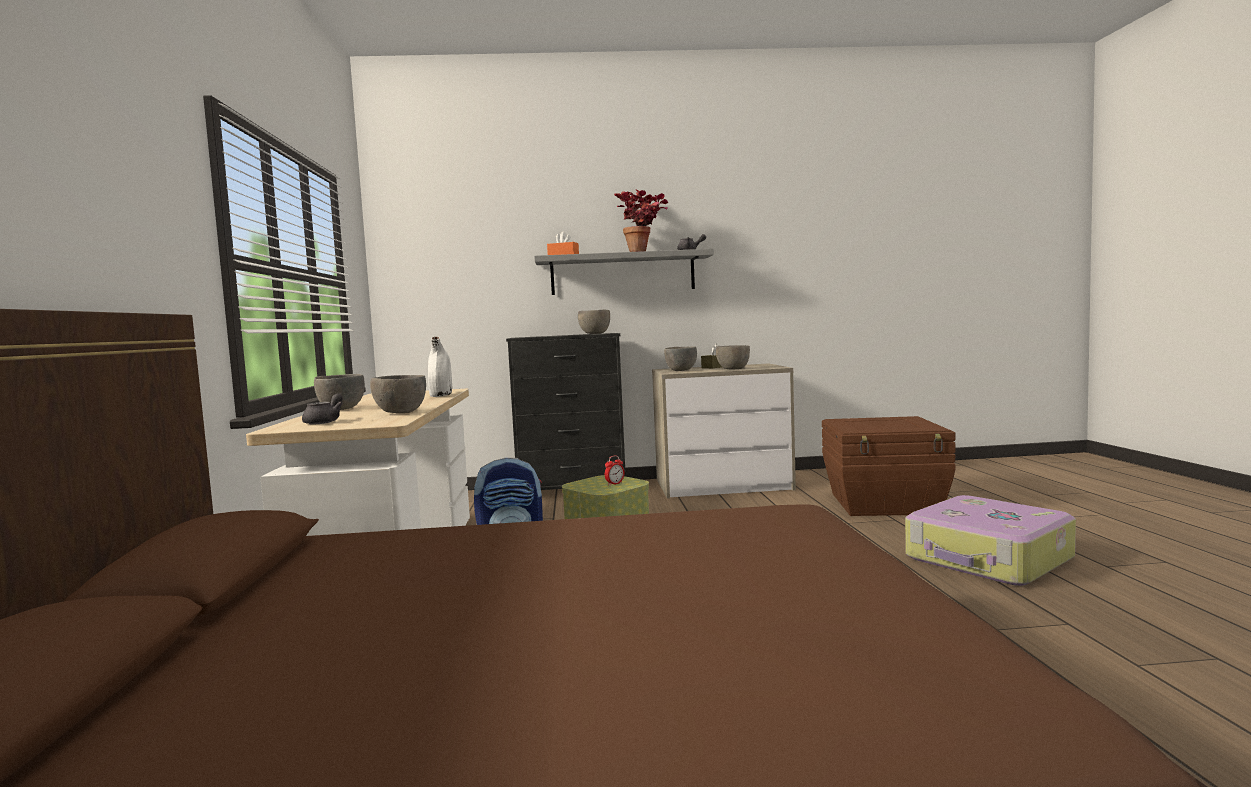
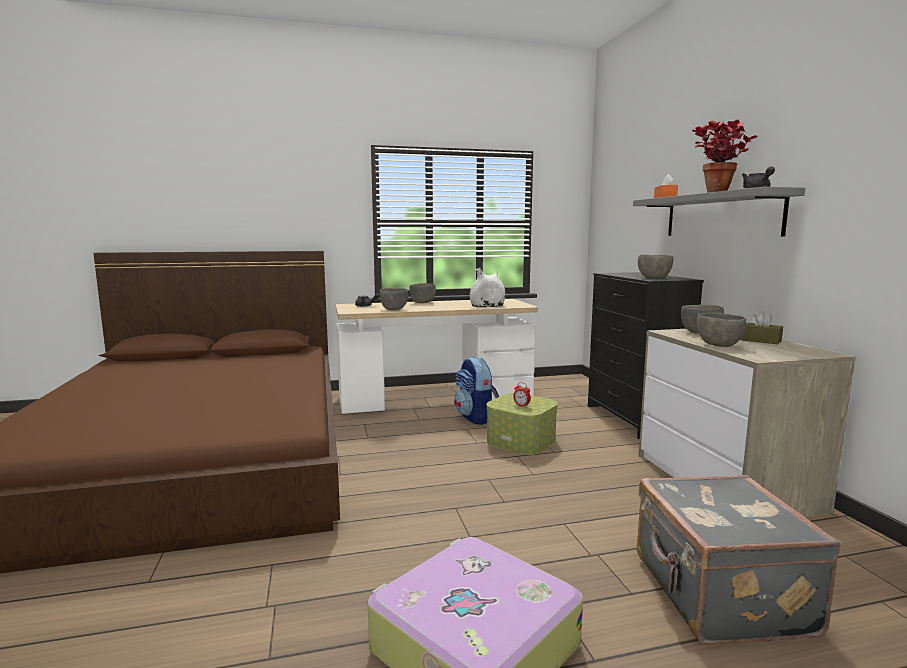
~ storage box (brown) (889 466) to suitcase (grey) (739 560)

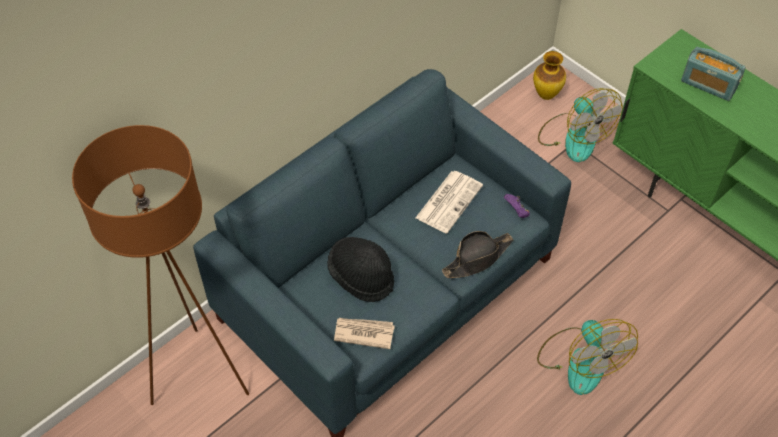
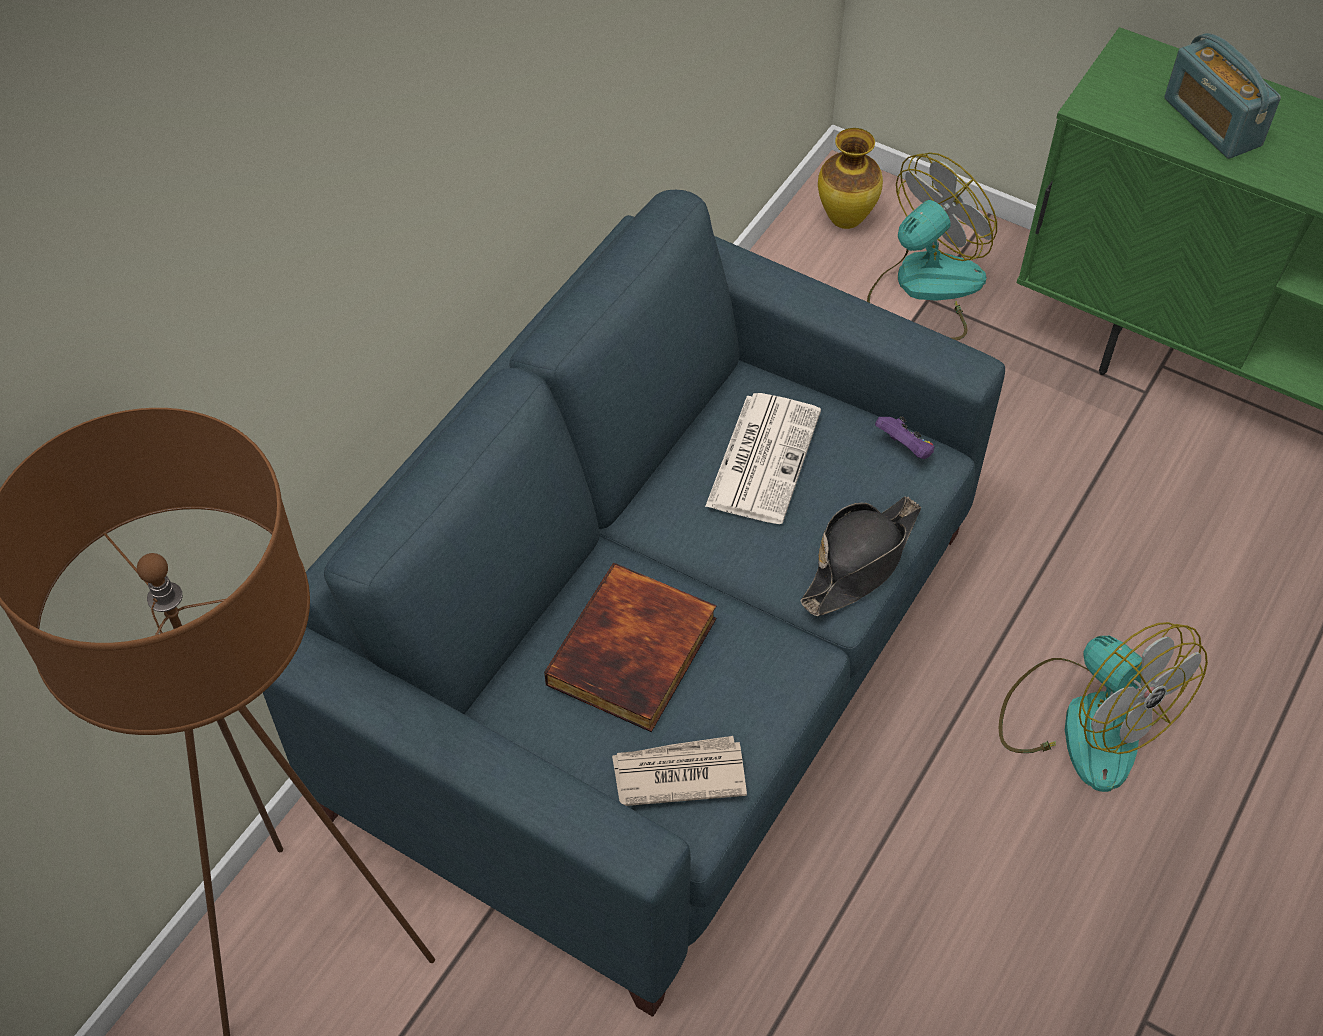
~ hat (black) (360 269) to book (630 647)
~ fan (580 125) = (932 246) 90 degrees counterclockwise
~ radio (713 74) = (1222 96) 45 degrees clockwise

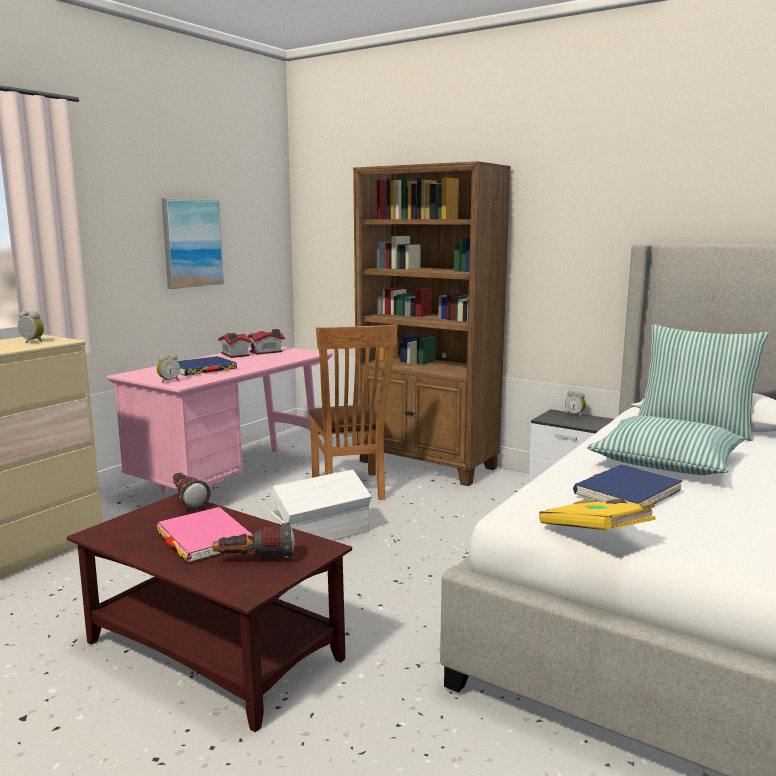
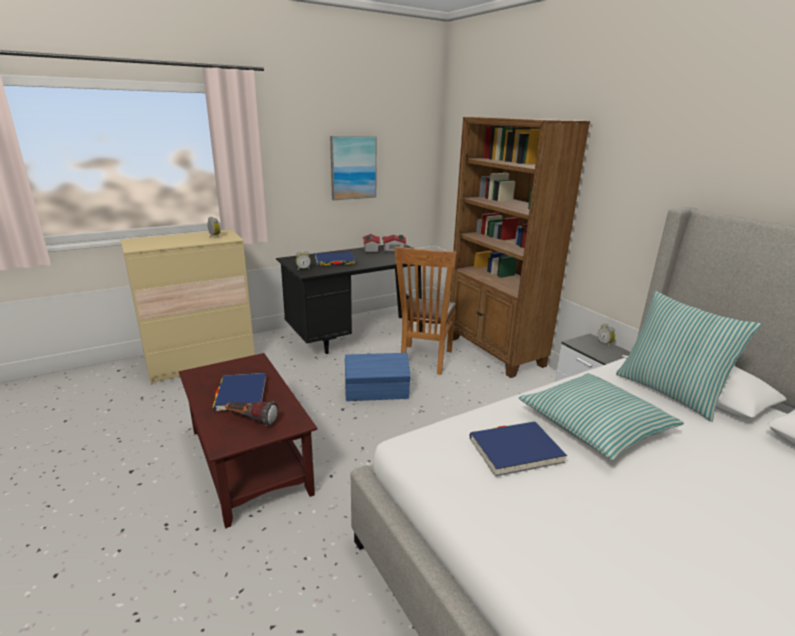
~ desk (pink) (219 424) to desk (black) (349 299)
~ book (pink) (205 534) to book (blue) (239 392)
- flashlight (192 491)
~ storage box (white) (320 505) to storage box (blue) (378 377)
- book (yellow) (597 514)

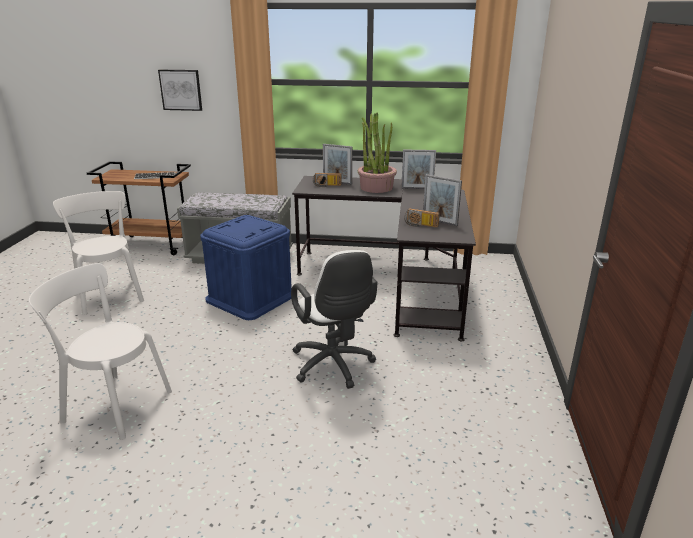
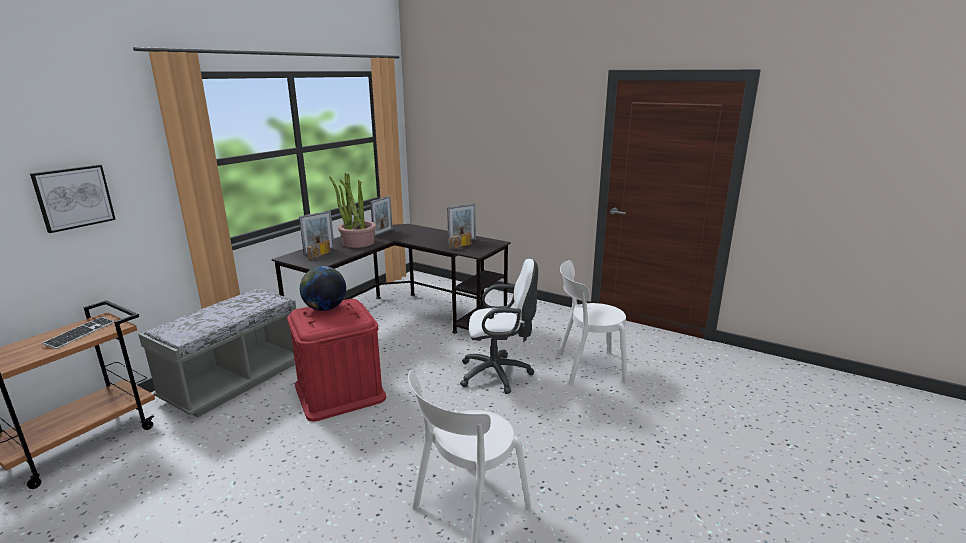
~ chair (white) (98 253) to (592 322)
~ storage box (blue) (246 267) to storage box (red) (336 360)
+ globe (323 288)

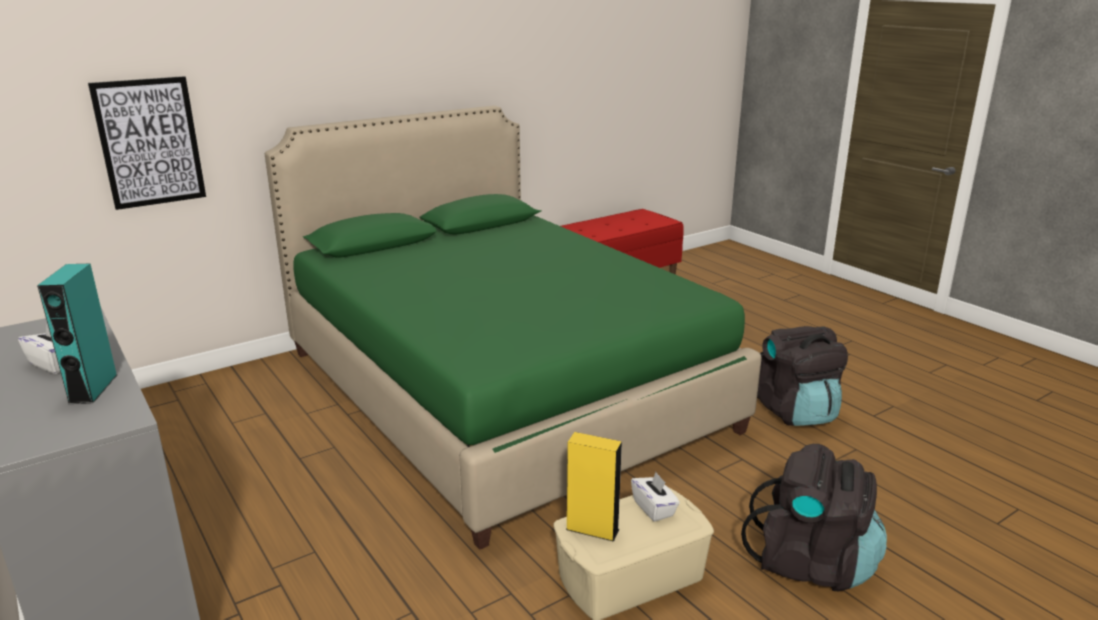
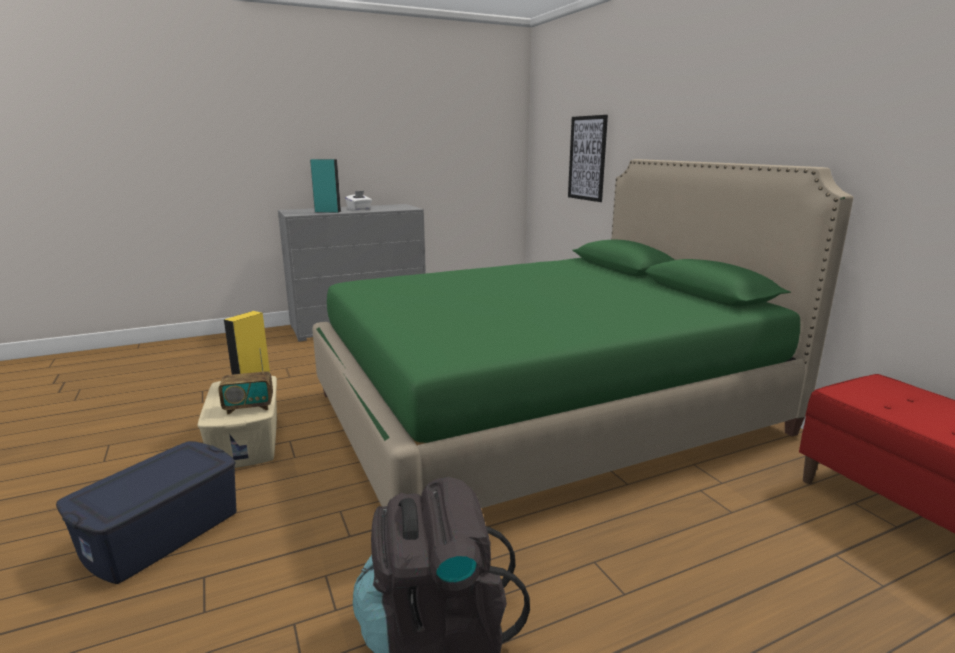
~ tissue box (white) (655 497) to radio (245 381)
~ backpack (black) (814 517) to storage box (blue) (146 512)

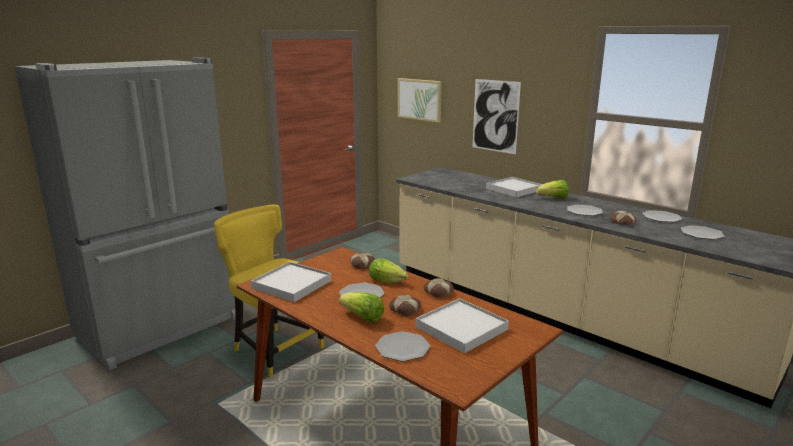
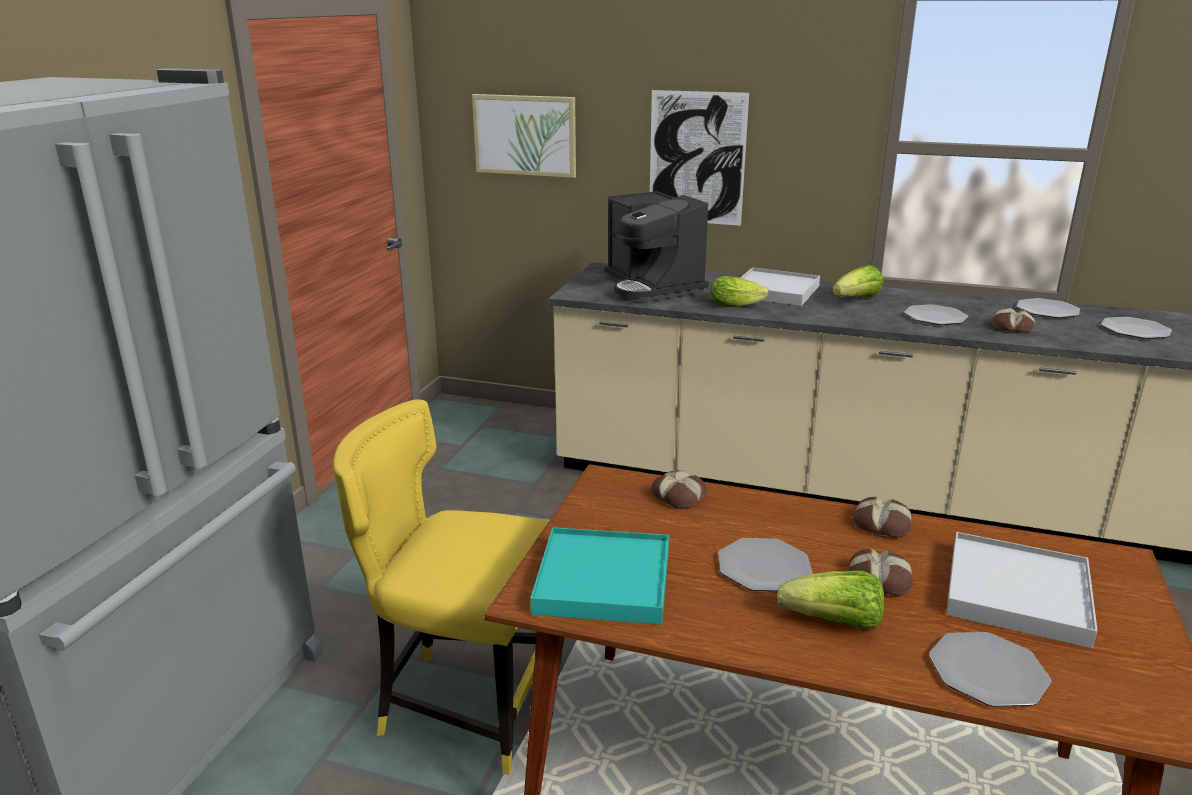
~ tray (white) (291 282) to tray (turquoise) (600 576)
~ lettuce (388 270) to (740 291)
+ coffee machine (656 246)

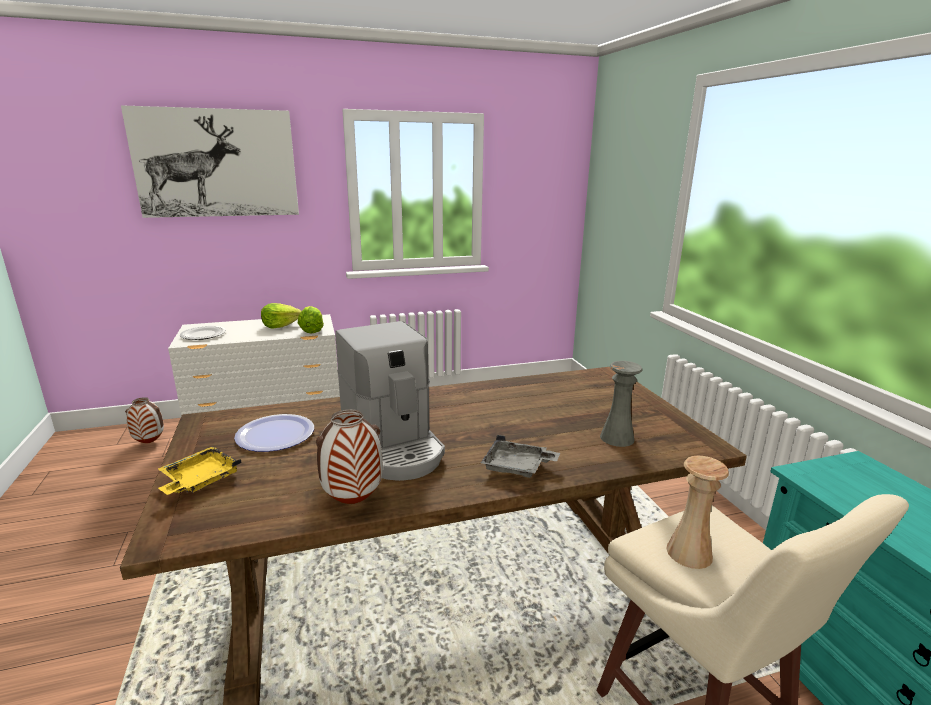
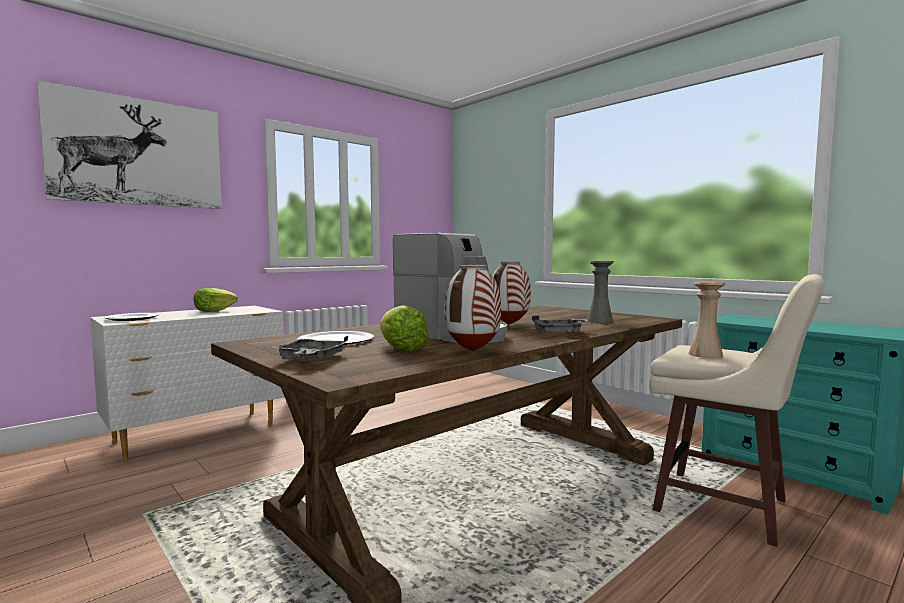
~ vase (144 420) to (512 293)
~ tray (yellow) (200 470) to tray (grey) (309 348)
~ lettuce (311 320) to (404 328)

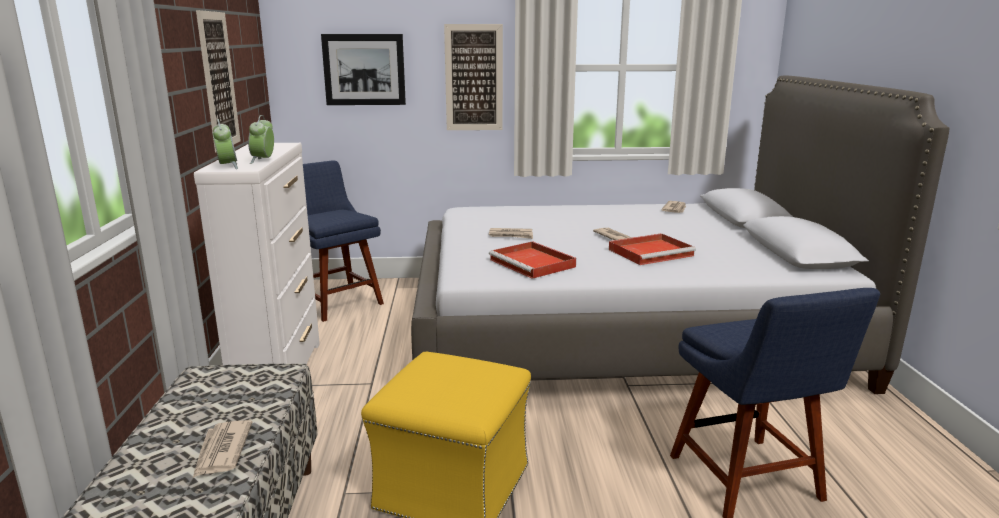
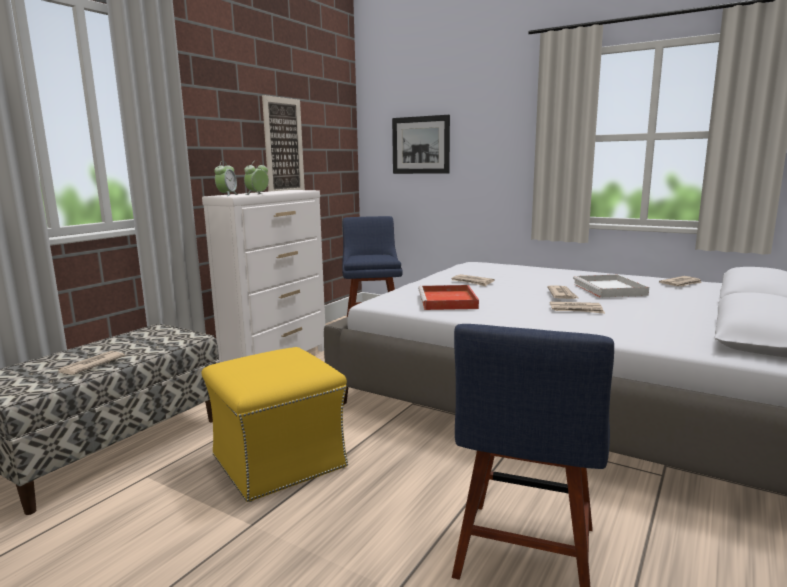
- picture (473 77)
~ tray (red) (652 249) to newspaper (577 308)
+ tray (white) (611 286)

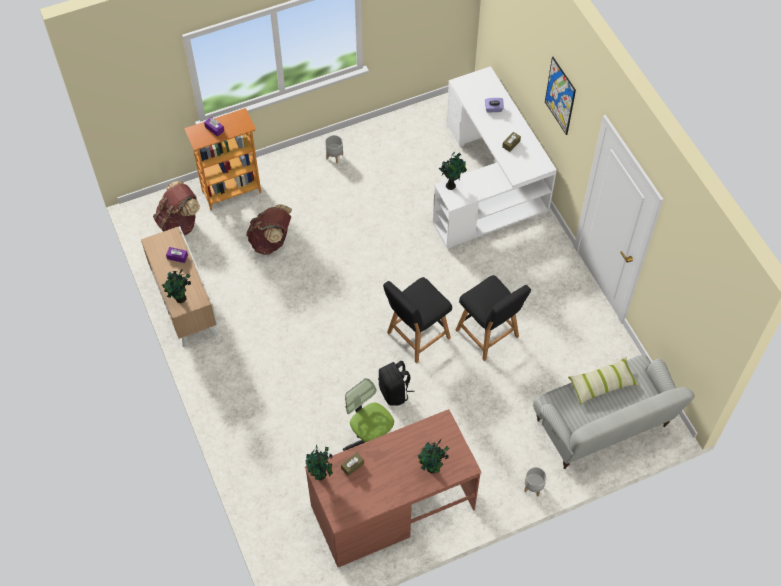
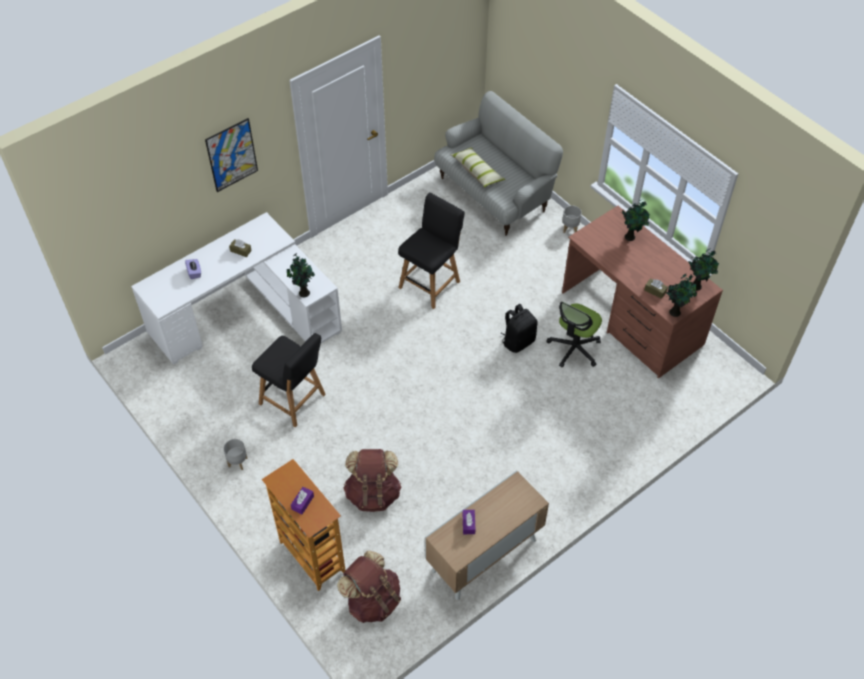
~ potted plant (176 286) to (703 269)
~ chair (black) (417 320) to (289 380)

